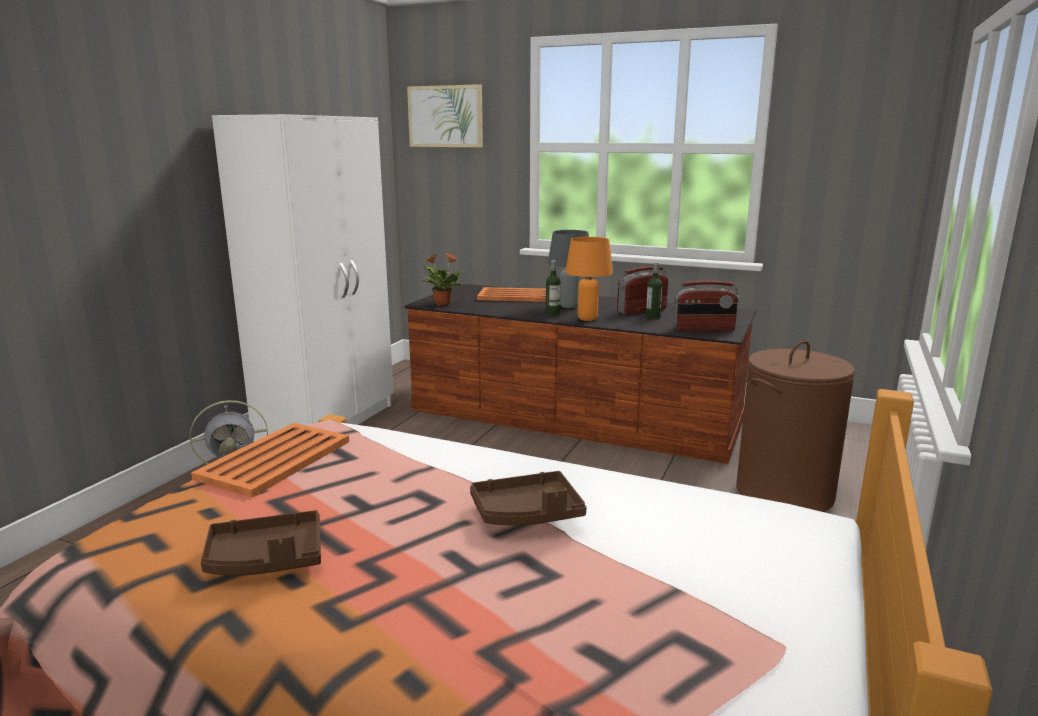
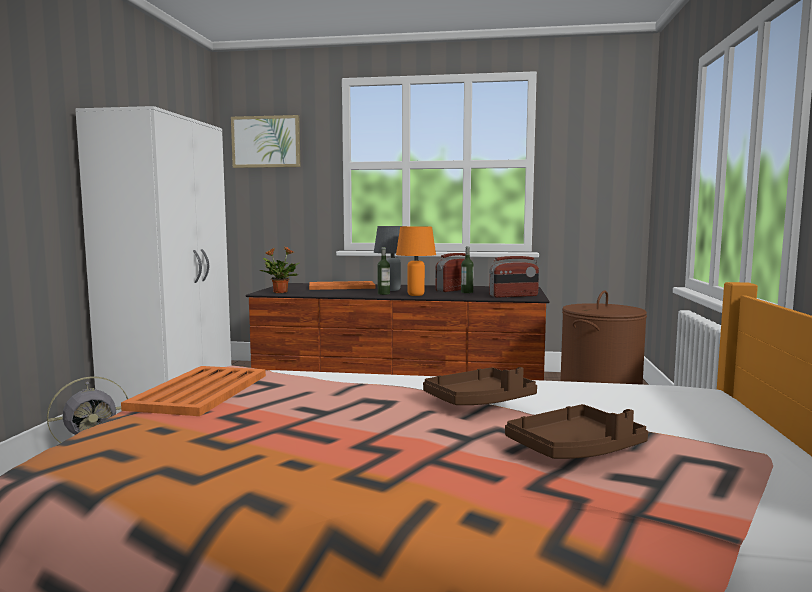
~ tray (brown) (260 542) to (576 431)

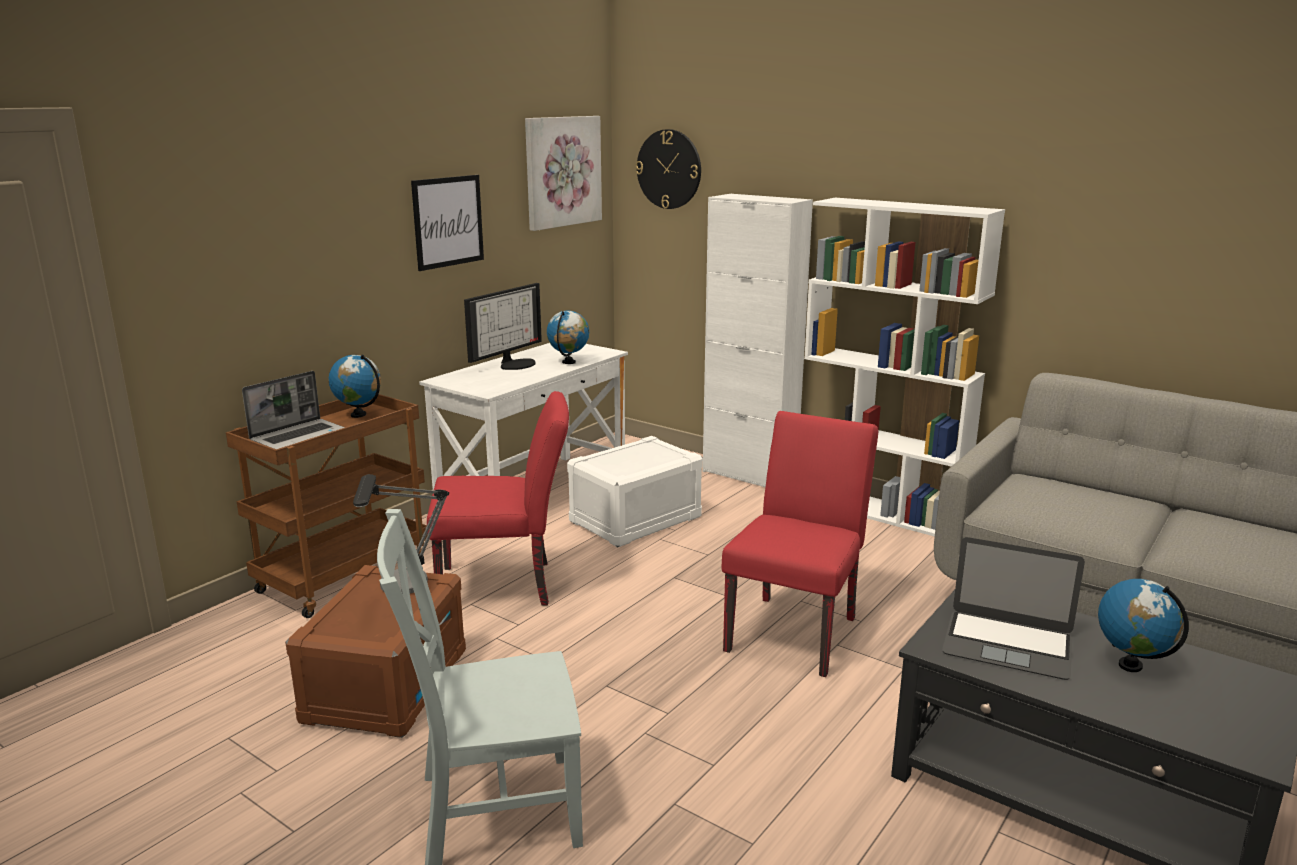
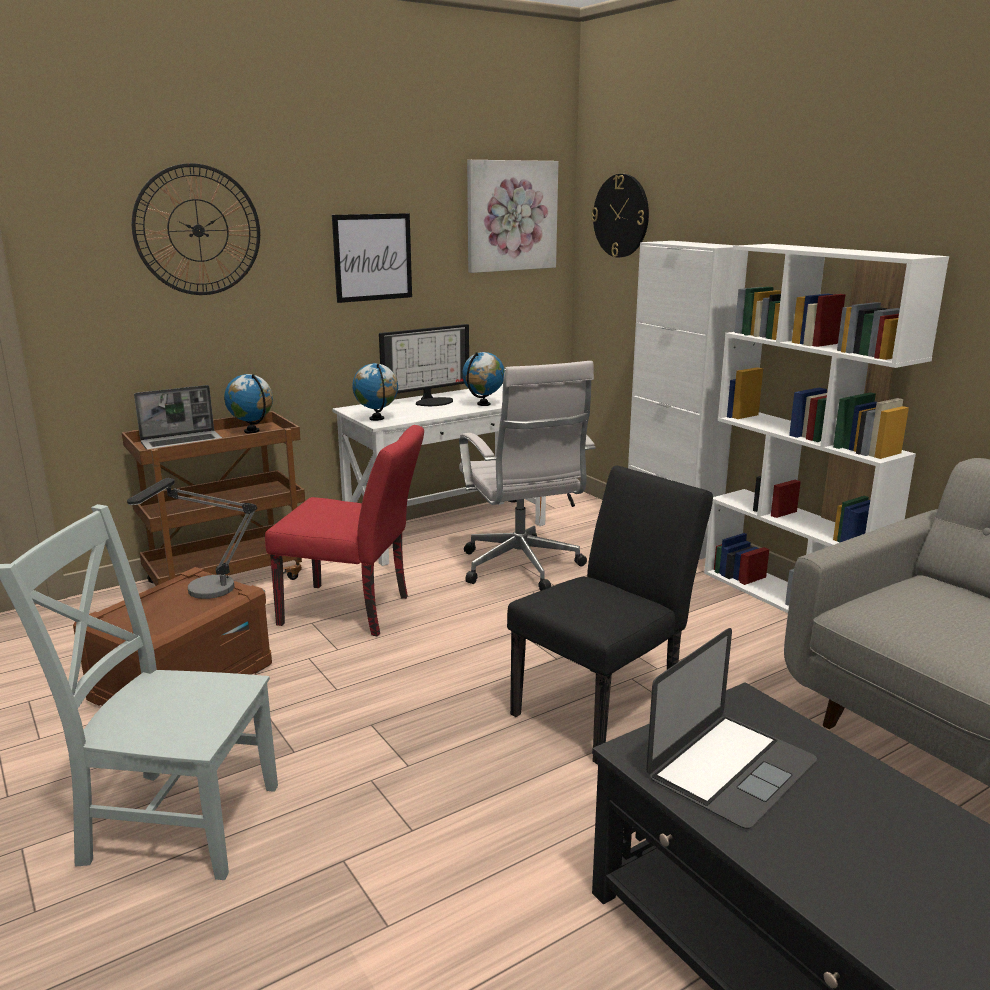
~ storage box (white) (635 491) to office chair (white) (527 476)
~ chair (red) (800 544) to chair (black) (610 615)
~ laptop (1013 608) = (731 728) 90 degrees counterclockwise
~ globe (1143 625) to (375 392)
+ wall clock (196 229)

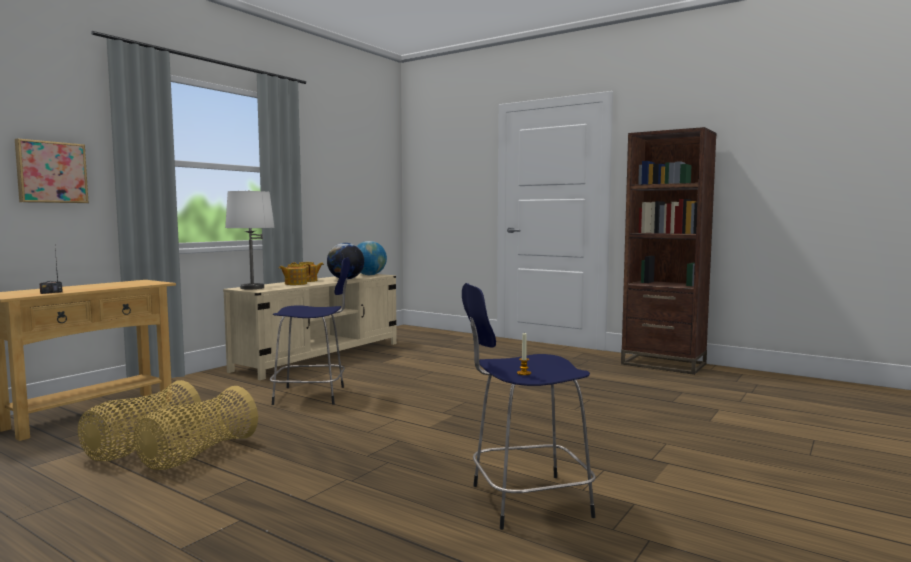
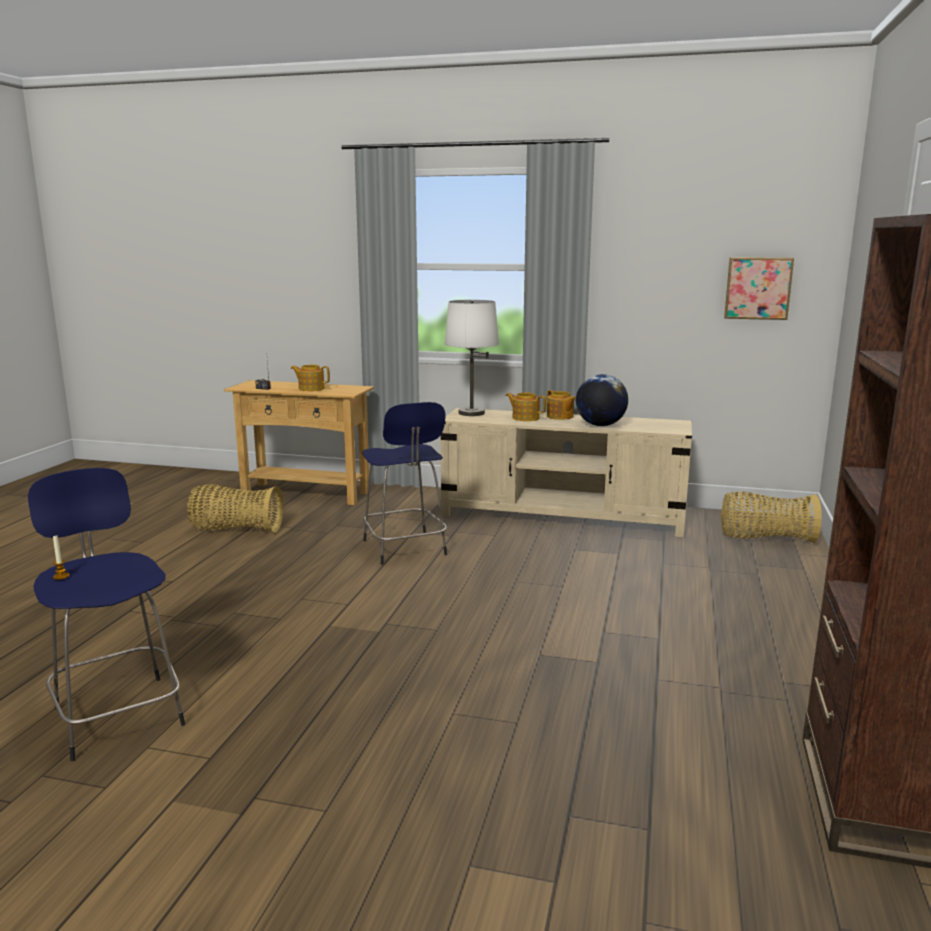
~ picture (52 171) to (759 288)
~ basket (196 428) to (771 517)
- globe (372 258)
+ teapot (310 378)

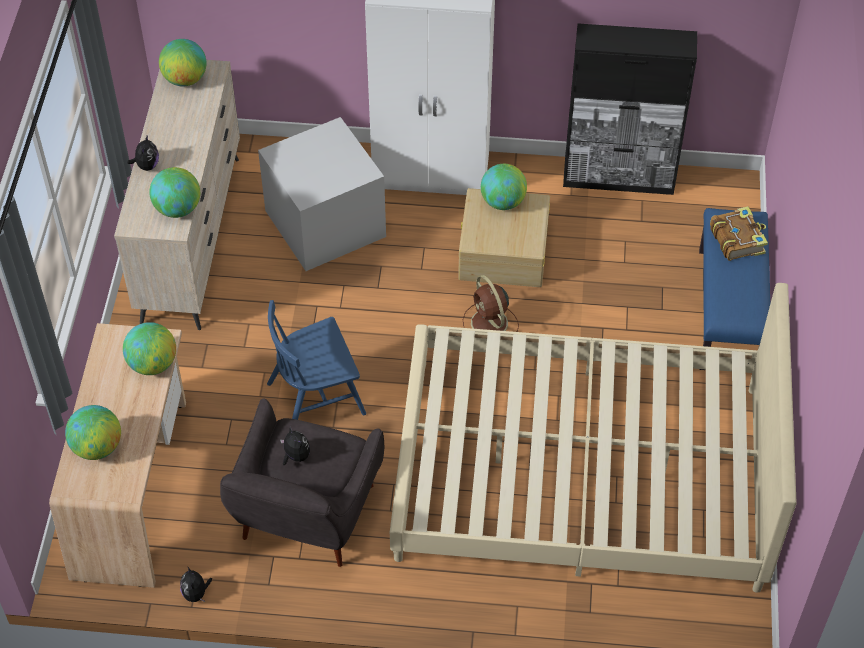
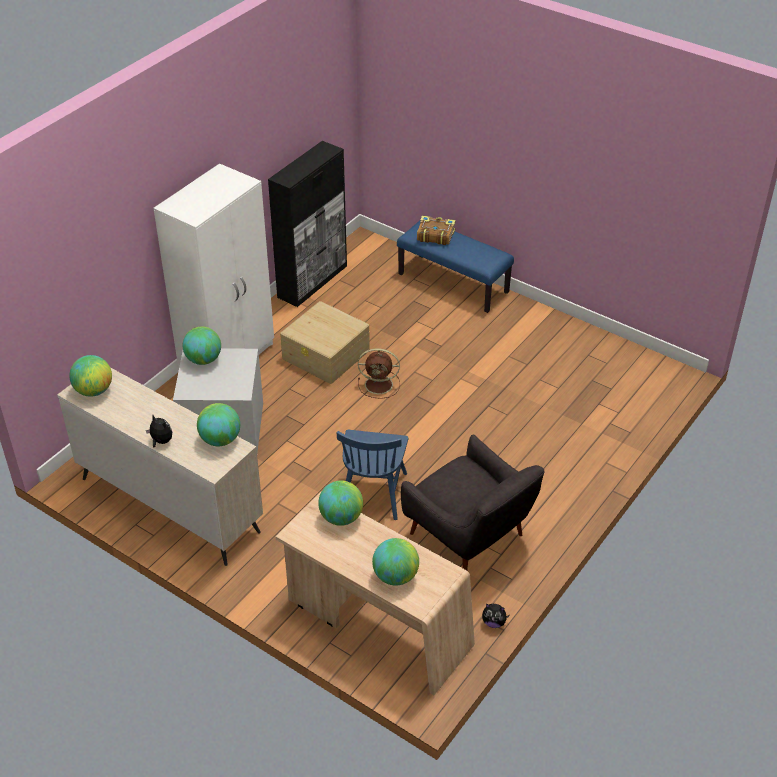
- plush toy (295 445)
- bed (beige) (593 438)
~ globe (504 187) to (202 345)

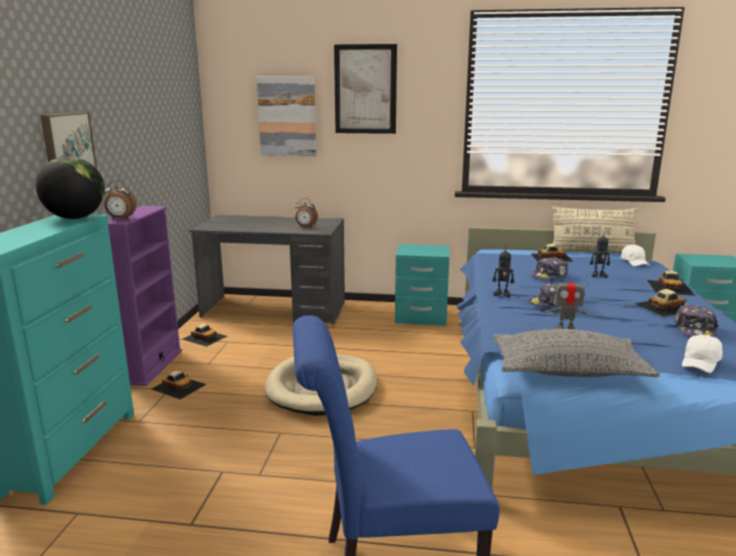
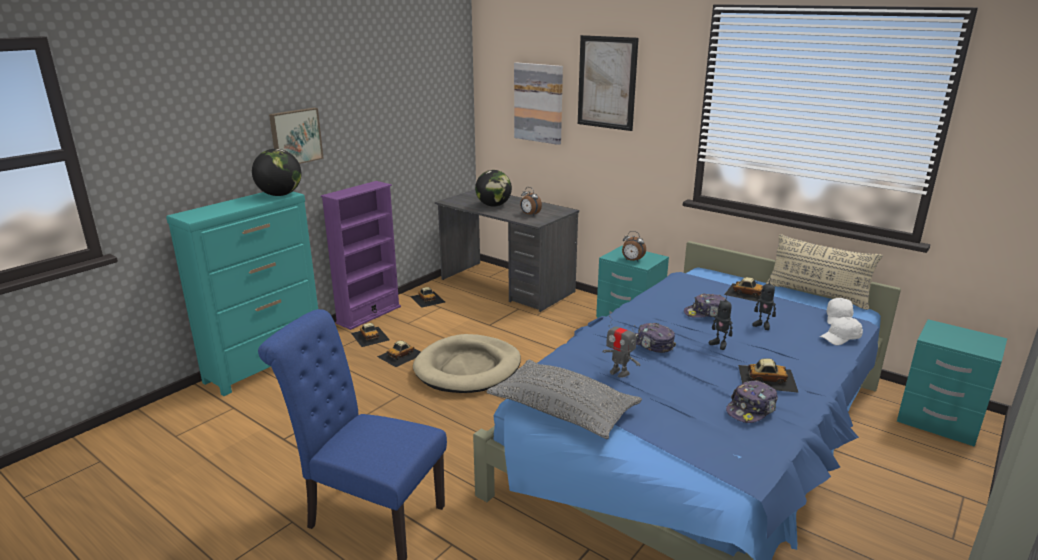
~ alarm clock (120 199) to (634 246)
~ toy robot (503 273) to (720 322)
~ toy car (671 283) to (399 354)
~ cap (white) (702 353) to (841 331)
+ globe (493 188)

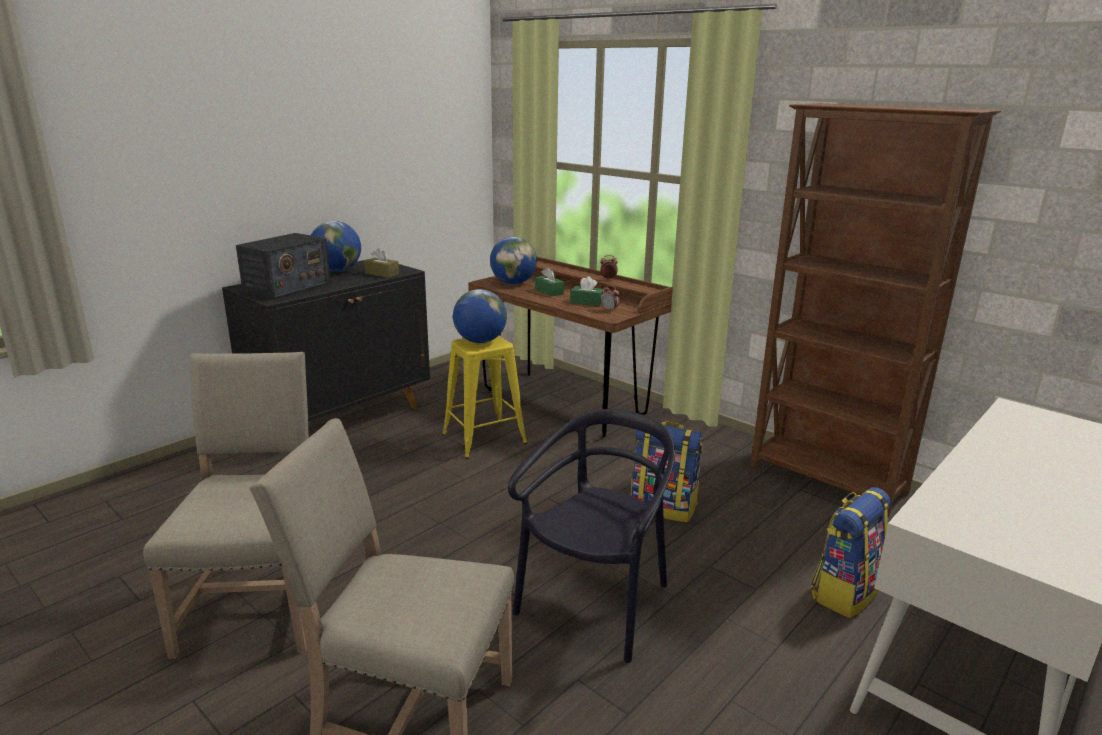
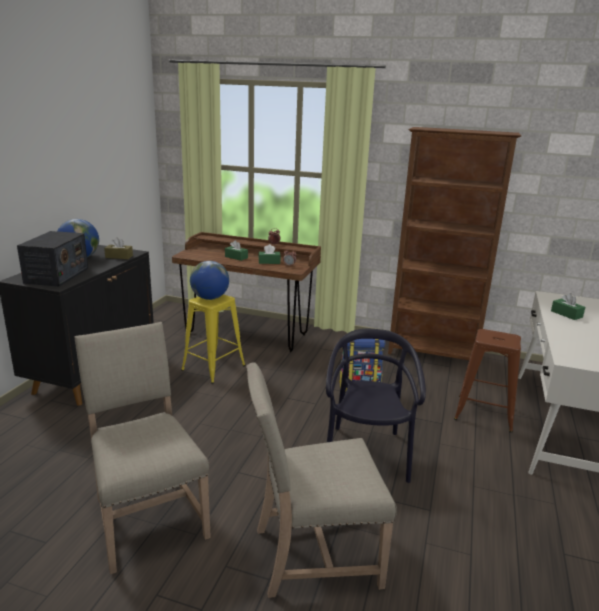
- globe (513 260)
~ backpack (851 552) to stool (brown) (487 381)
+ tissue box (green) (568 306)

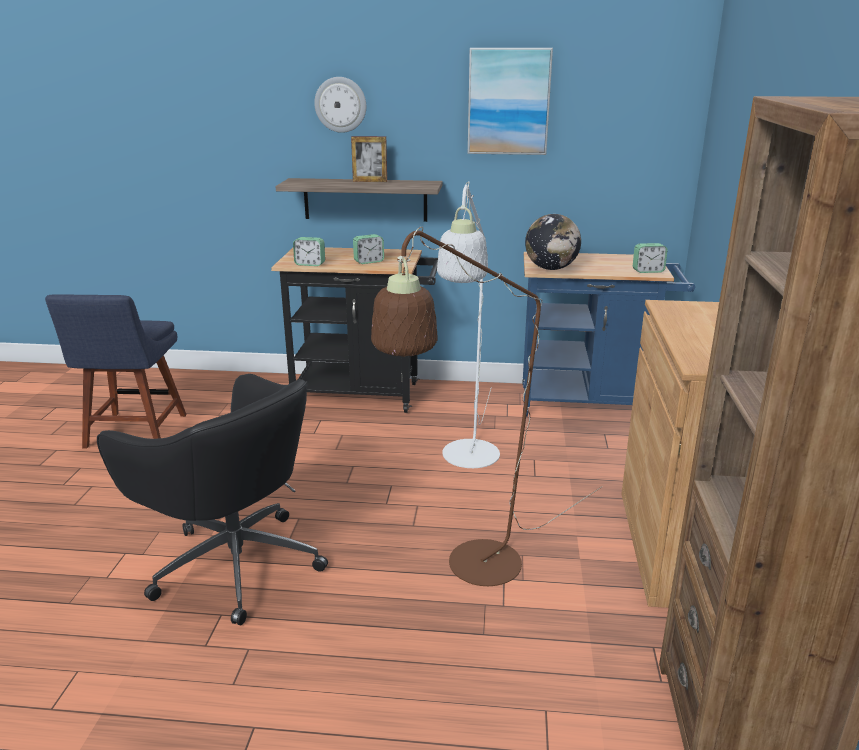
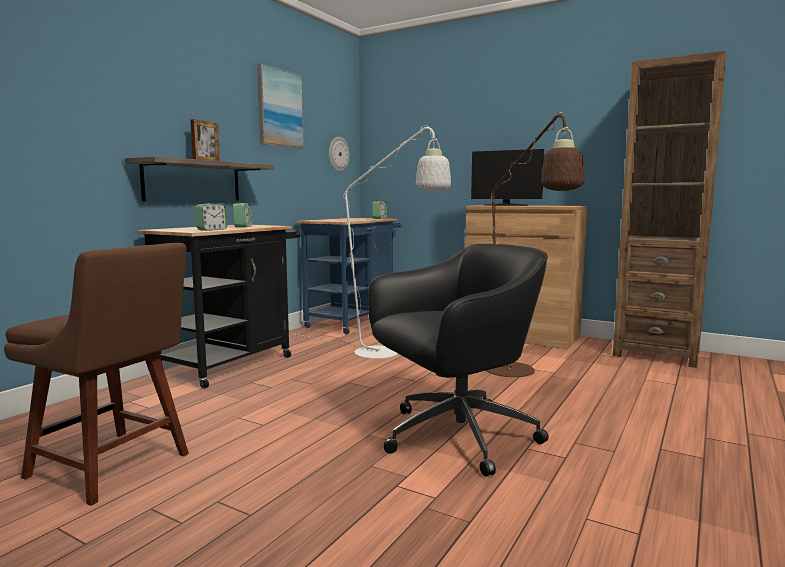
~ chair (blue) (116 371) to chair (brown) (96 374)
~ wall clock (340 105) to (339 154)
- globe (553 242)
+ monitor (507 177)

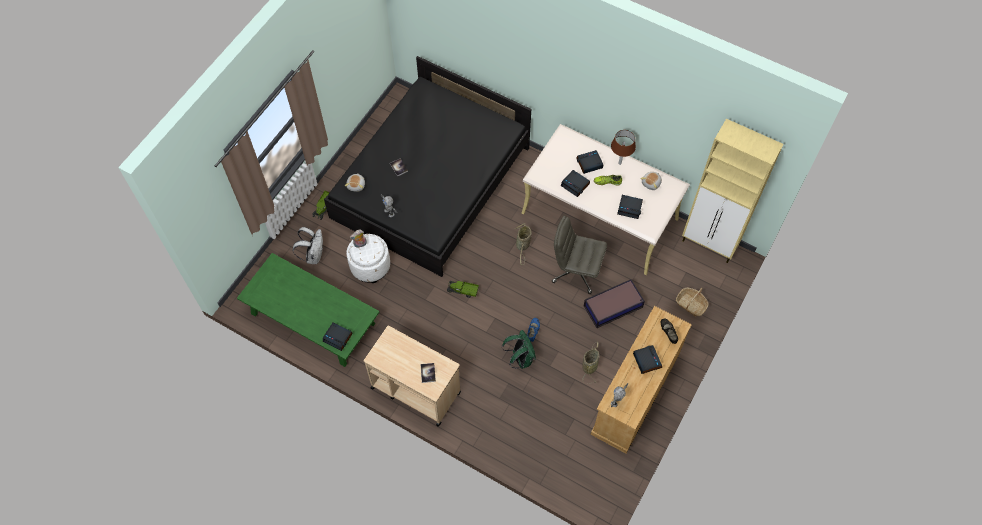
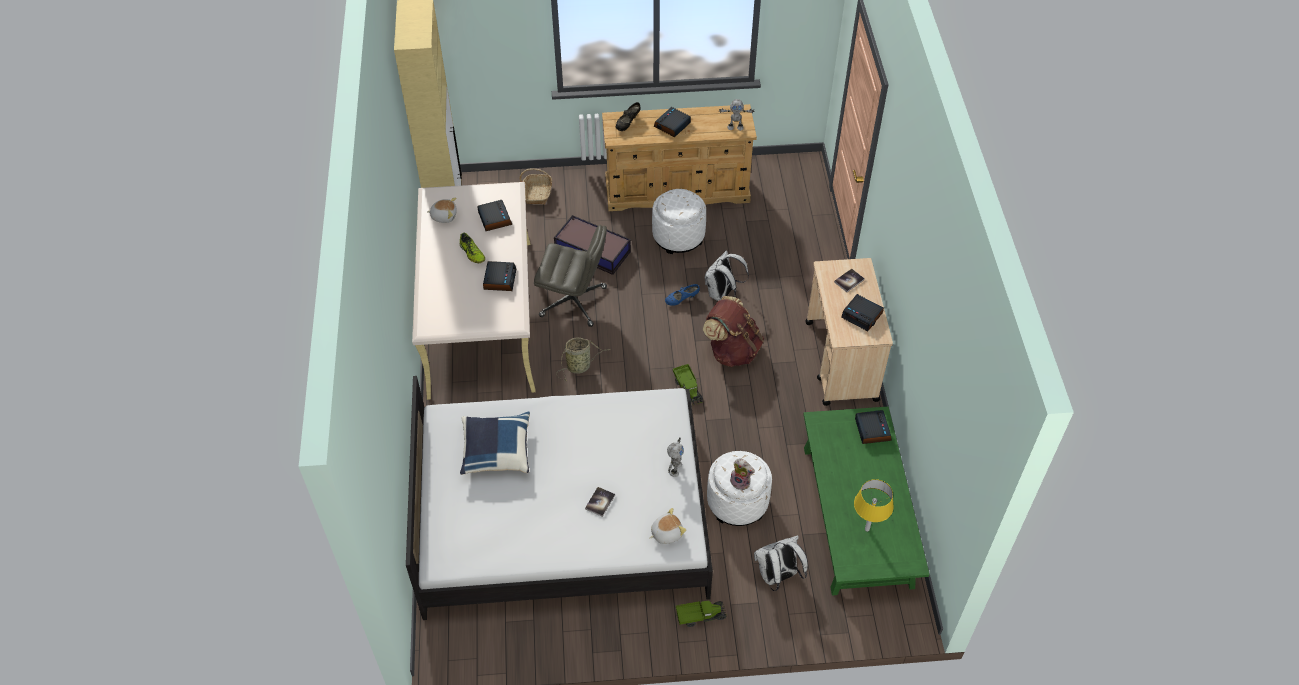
~ bed (black) (427 166) to bed (white) (559 498)
~ backpack (green) (519 349) to backpack (white) (727 275)
~ office chair (grey) (579 255) = (570 276) 60 degrees counterclockwise
~ alarm clock (589 162) to (862 312)
~ basket (590 362) to ottoman (white) (679 221)
- table lamp (brown) (623 147)
+ pillow (blue) (495 443)
+ backpack (brown) (733 331)
+ table lamp (yellow) (874 505)

